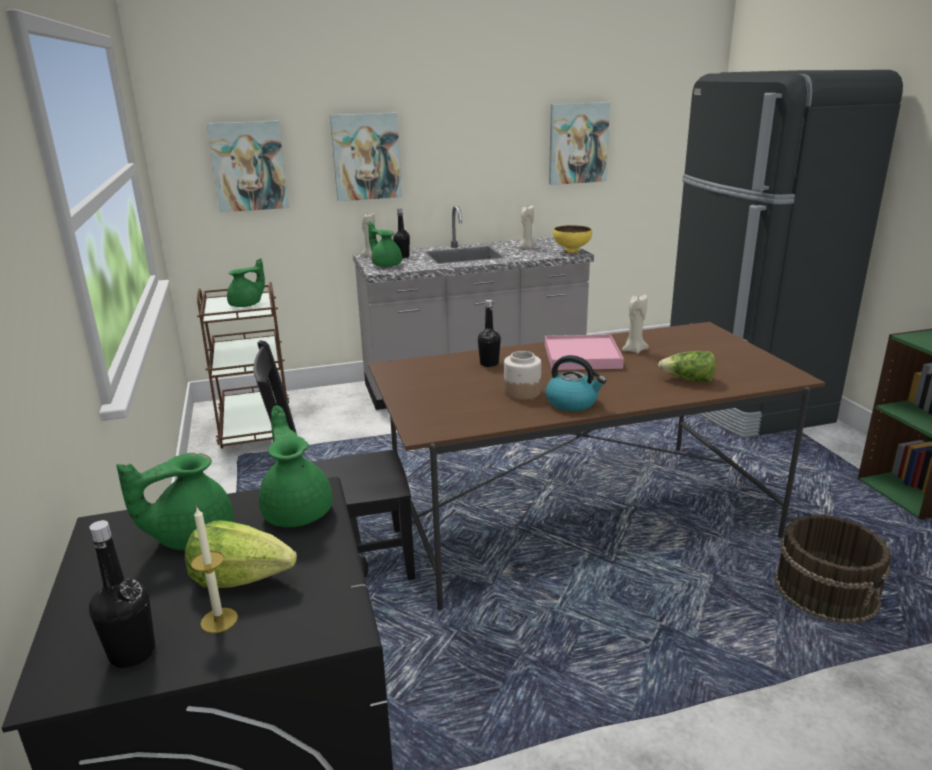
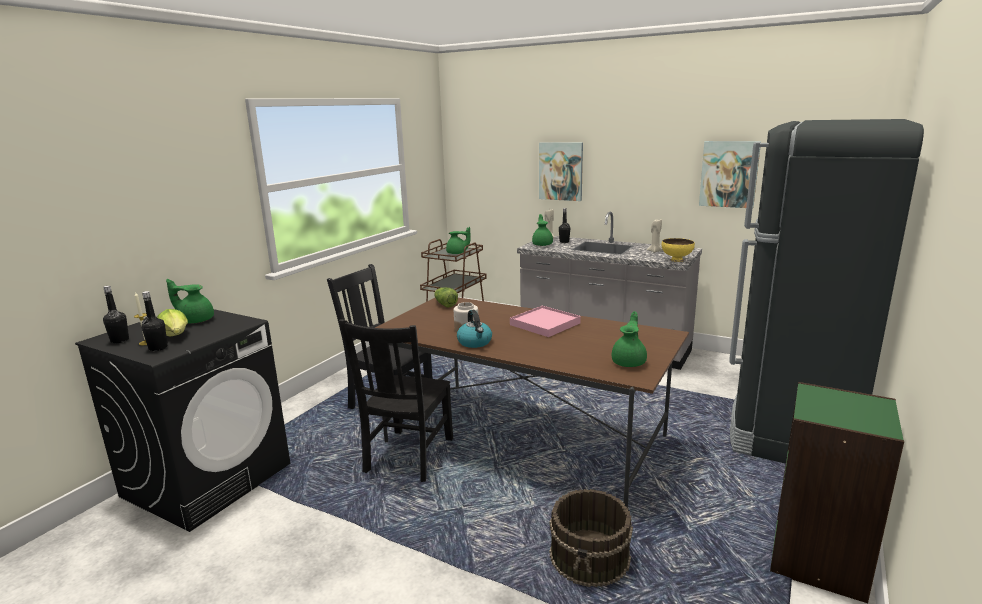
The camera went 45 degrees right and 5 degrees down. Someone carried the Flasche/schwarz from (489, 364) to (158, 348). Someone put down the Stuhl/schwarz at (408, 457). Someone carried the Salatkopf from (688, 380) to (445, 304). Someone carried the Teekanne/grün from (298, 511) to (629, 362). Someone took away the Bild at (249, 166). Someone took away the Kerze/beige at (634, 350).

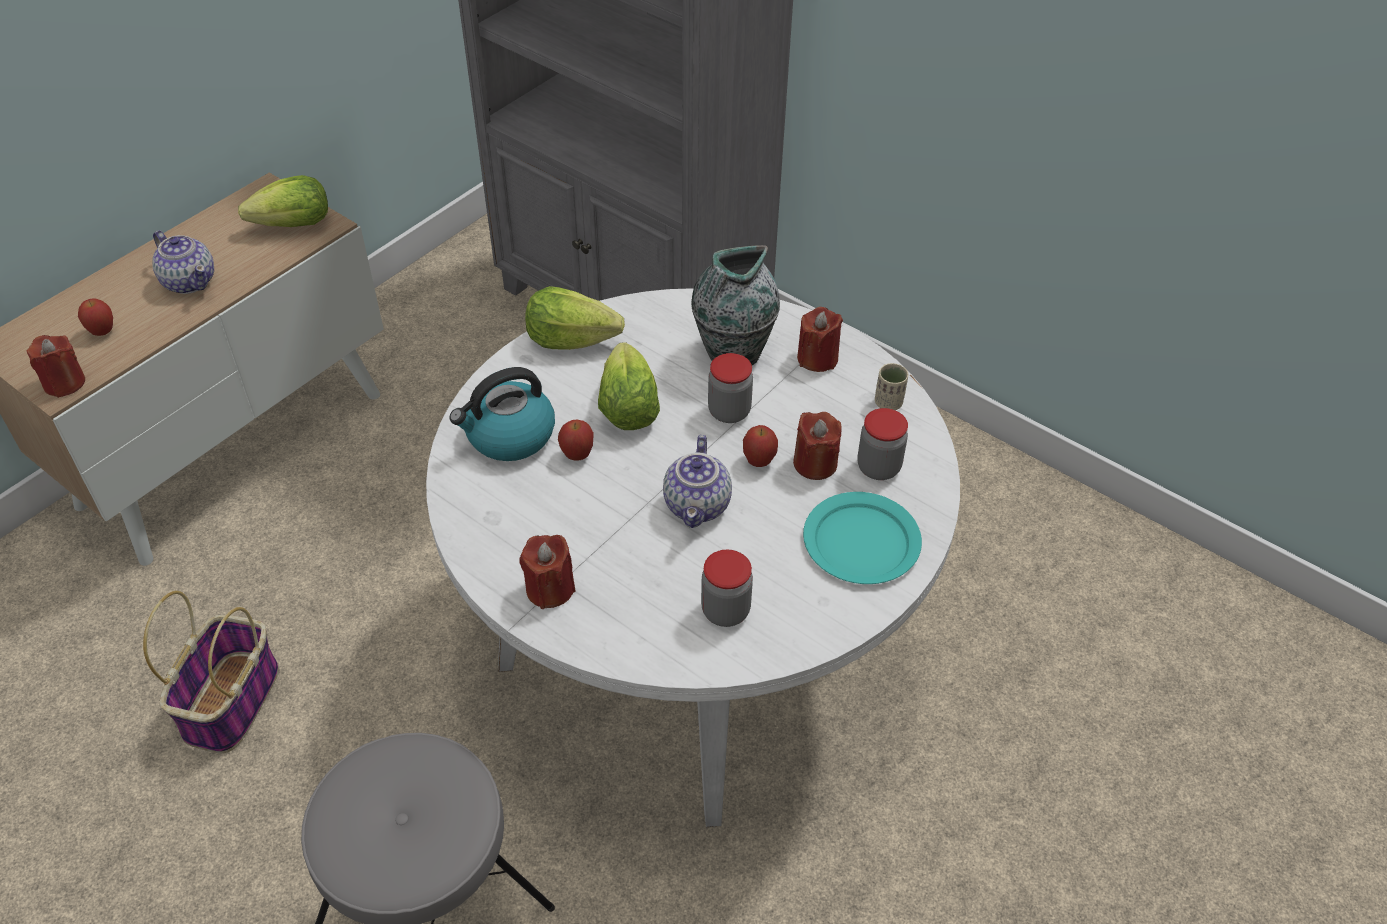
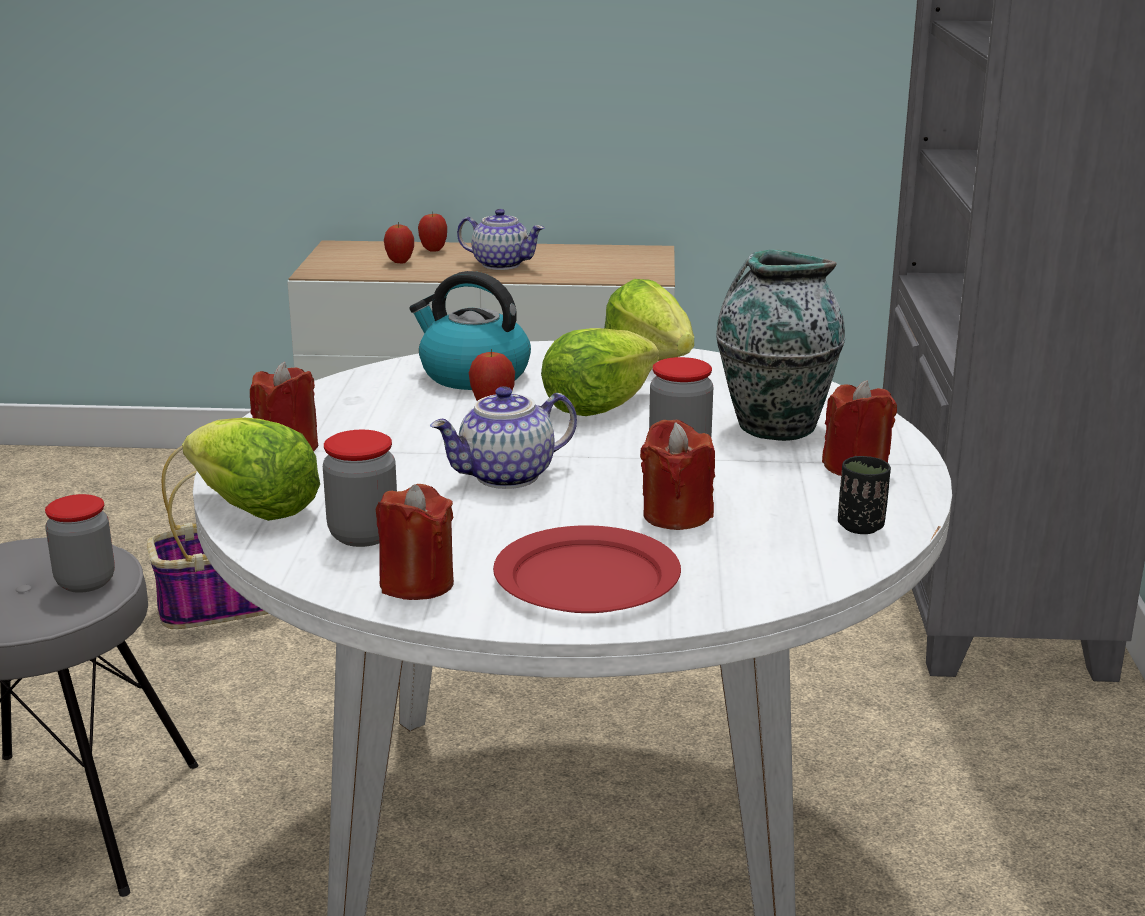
The camera went 55 degrees right and 25 degrees down. Someone carried the Vorratsglas from (878, 467) to (85, 582). Someone carried the Salatkopf from (294, 225) to (254, 510). Someone carried the Kerze/rot from (64, 383) to (417, 583). Someone carried the Apfel from (759, 461) to (433, 250). Someone rotated the Teekanne at (189, 281) by 75 degrees counterclockwise. Someone repainted the Teller/türkis at (860, 541), which became the Teller/rot at (587, 578). Someone repainted the Tasse/beige at (888, 403), which became the Tasse/schwarz at (861, 527).

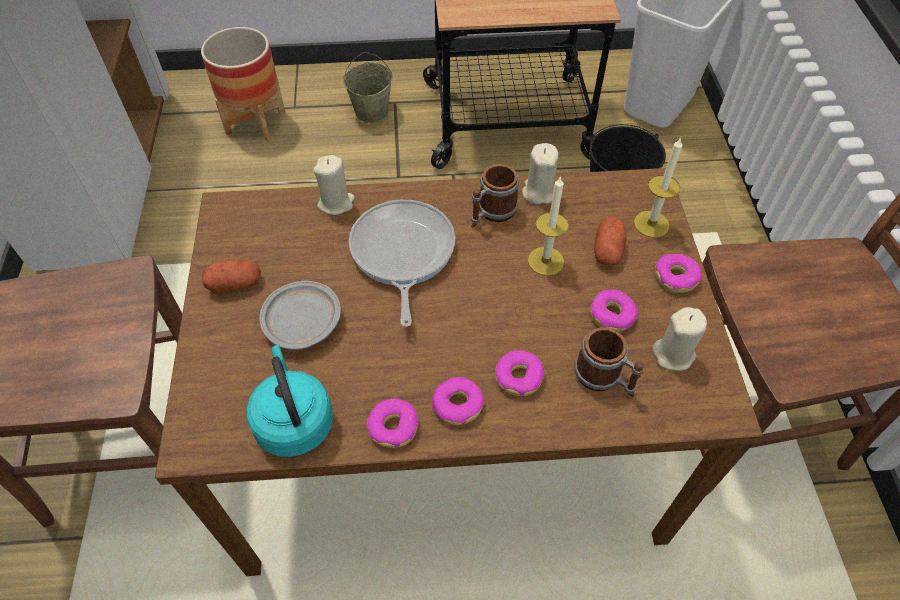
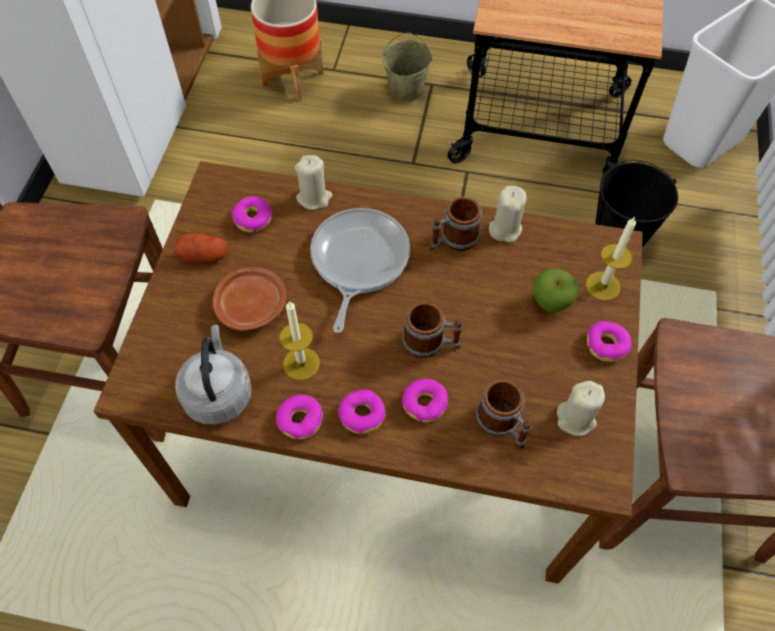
The camera went 15 degrees right and 5 degrees up. Someone repainted the Wasserkessel/türkis at (294, 421), which became the Wasserkessel/grau at (218, 392). Someone repainted the Teller/grau at (303, 322), which became the Teller/braun at (251, 305). Someone carried the Donut from (612, 315) to (253, 219). Someone carried the Kerze from (545, 261) to (301, 363). Someone put down the Henkelbecher at (431, 343). Someone swapped the Kartoffel at (607, 250) for the Apfel at (550, 302).

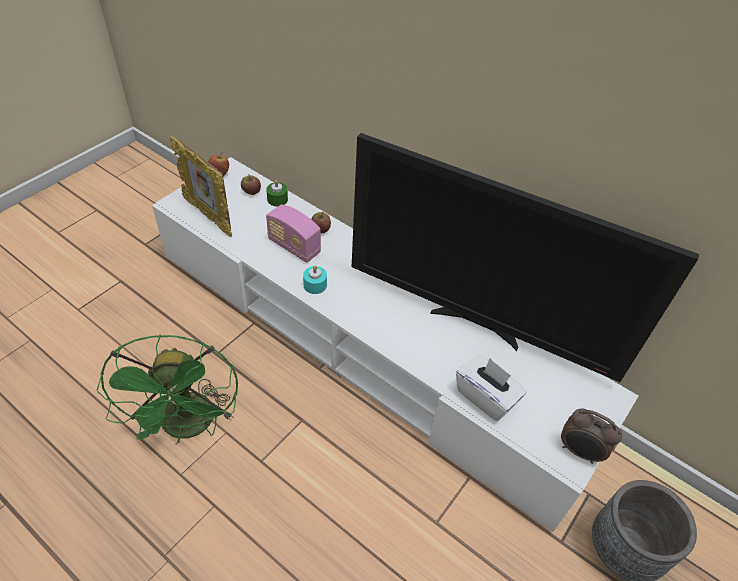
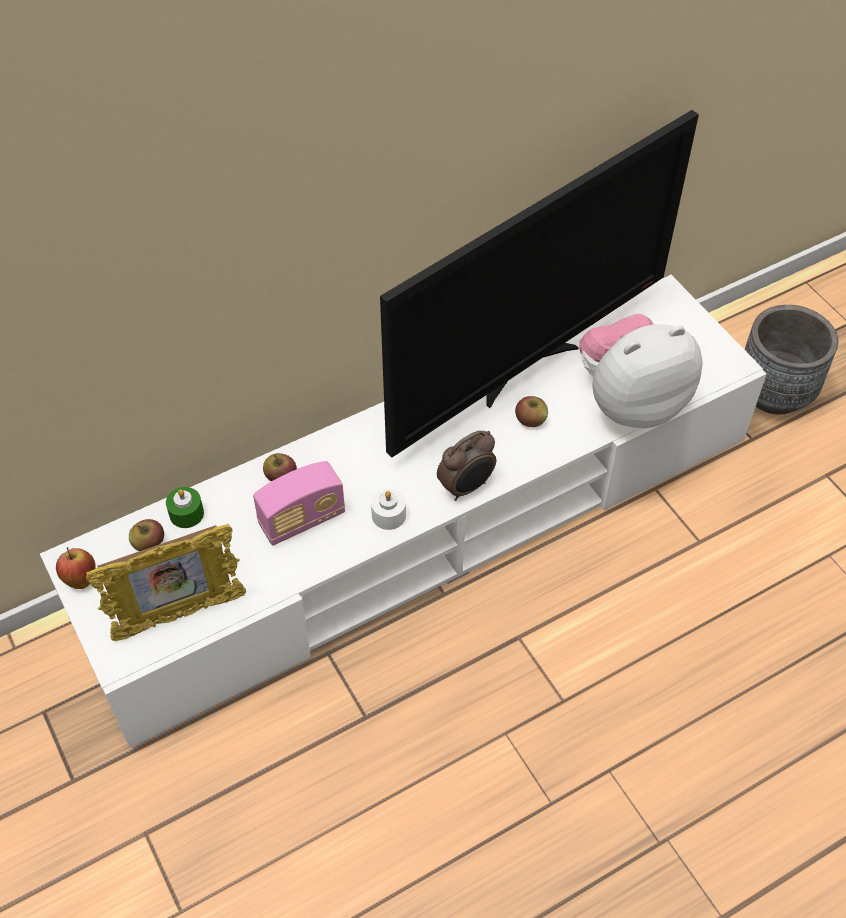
The camera went 65 degrees left and 5 degrees up. Someone repainted the Kerze/türkis at (315, 285), which became the Kerze/weiß at (388, 515). Someone carried the Wecker from (579, 451) to (467, 487). Someone put down the Apfel at (530, 420). Someone swapped the Taschentuchbox/weiß at (486, 397) for the Plüschtier at (630, 402). Someone took away the Ventilator/grün at (189, 427).

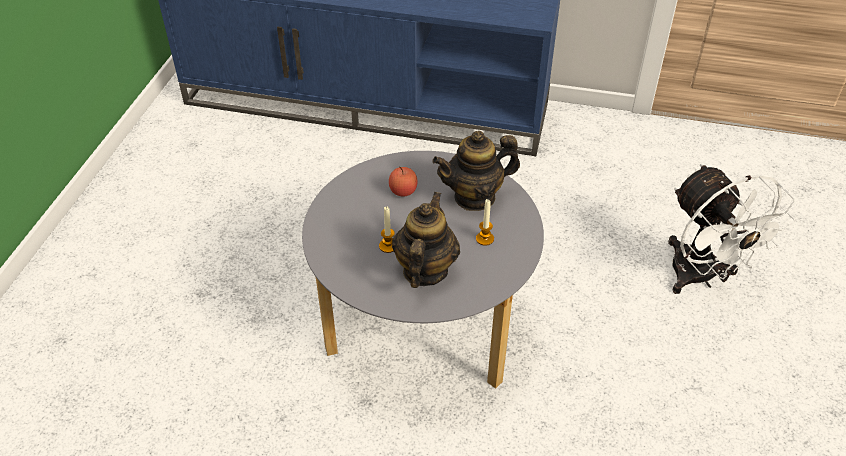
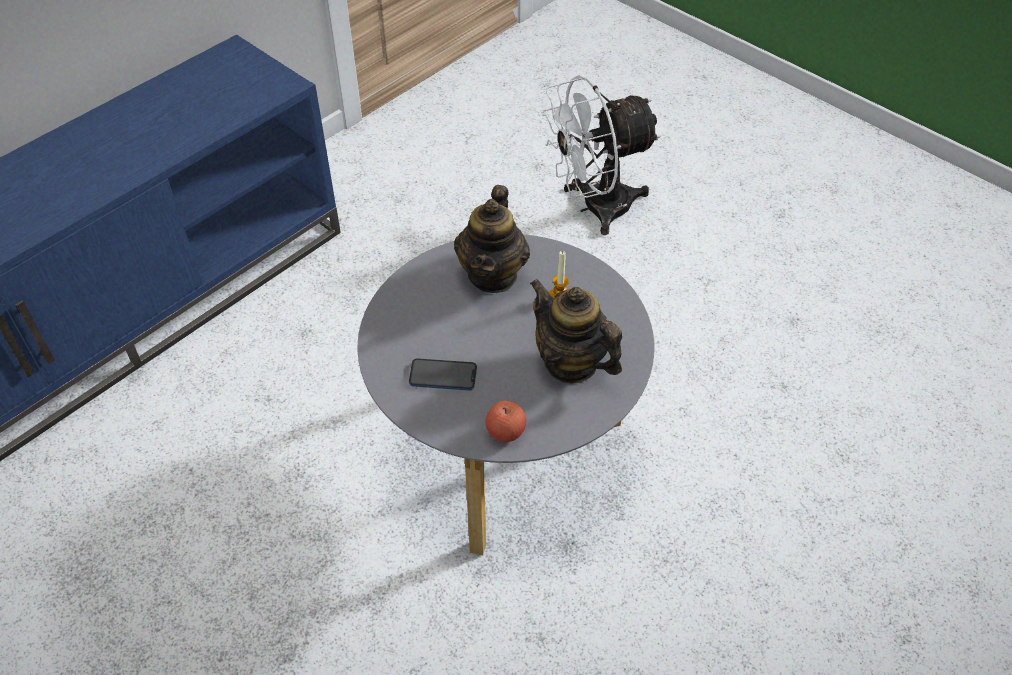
The camera went 60 degrees left and 5 degrees up. Someone put down the Handy at (443, 376). Someone carried the Apfel from (403, 191) to (505, 431). Someone rotated the Ventilator/weiß at (701, 278) by 150 degrees clockwise. Someone took away the Kerze at (388, 246).

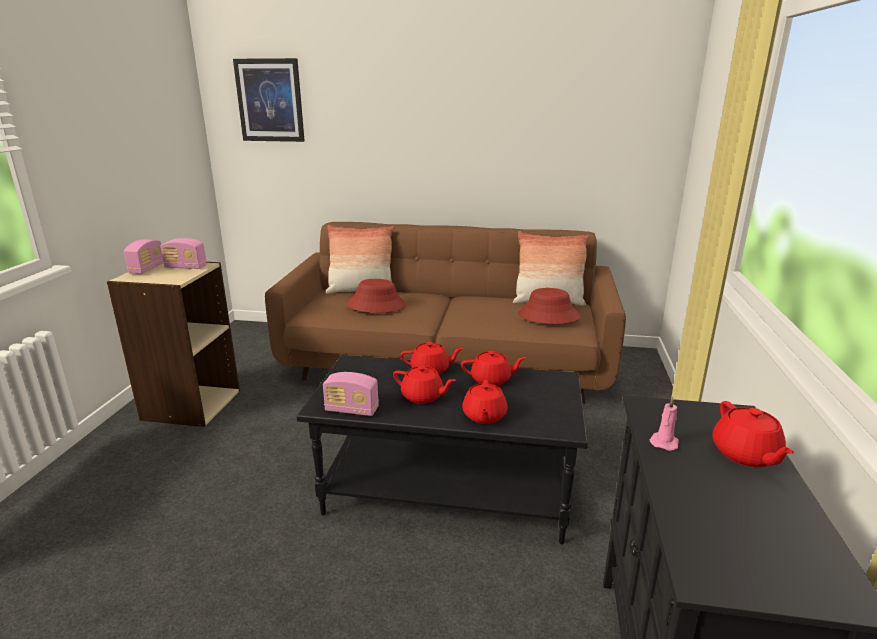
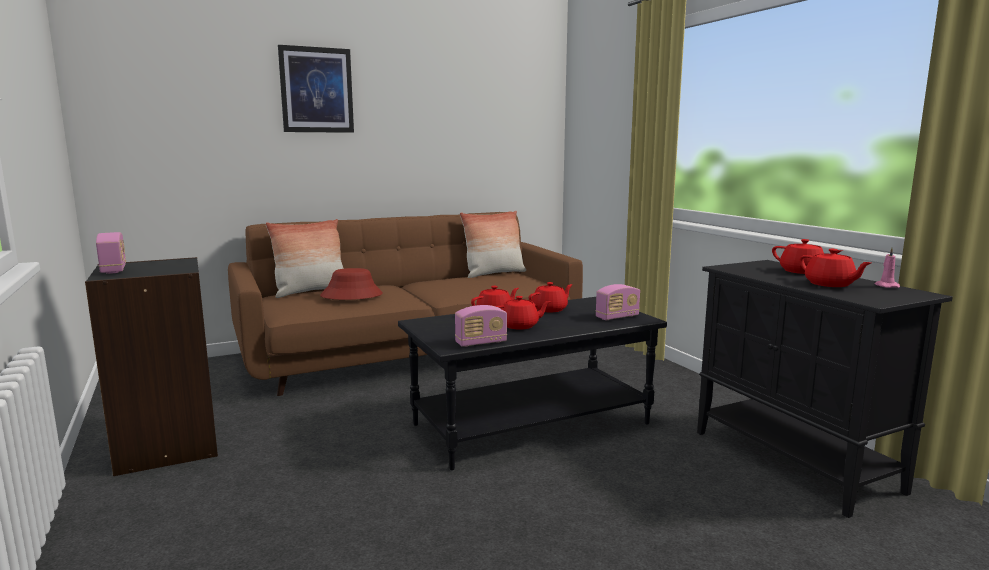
The camera went 35 degrees left and 10 degrees down. Someone repainted the Bücherregal/beige at (190, 404), which became the Bücherregal/schwarz at (166, 446). Someone carried the Bild from (270, 100) to (316, 90). Someone carried the Radio from (186, 267) to (617, 317). Someone carried the Teekanne/rot from (484, 416) to (830, 284). Someone carried the Kerze/rosa from (664, 442) to (885, 286). Someone took away the Hut/rot at (548, 316).

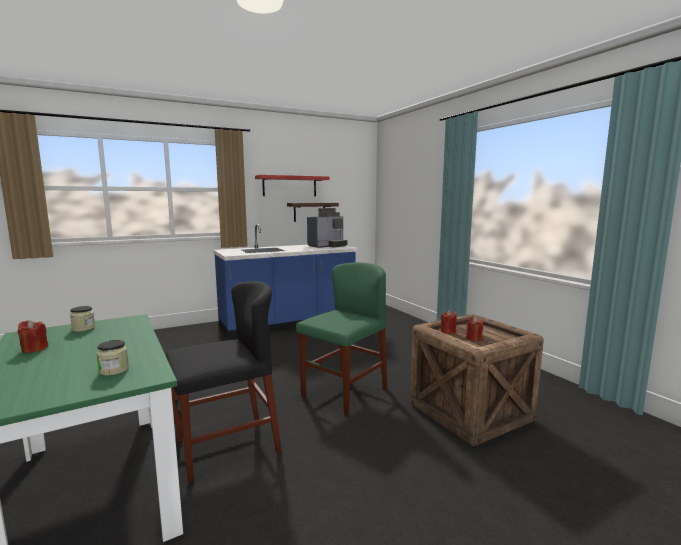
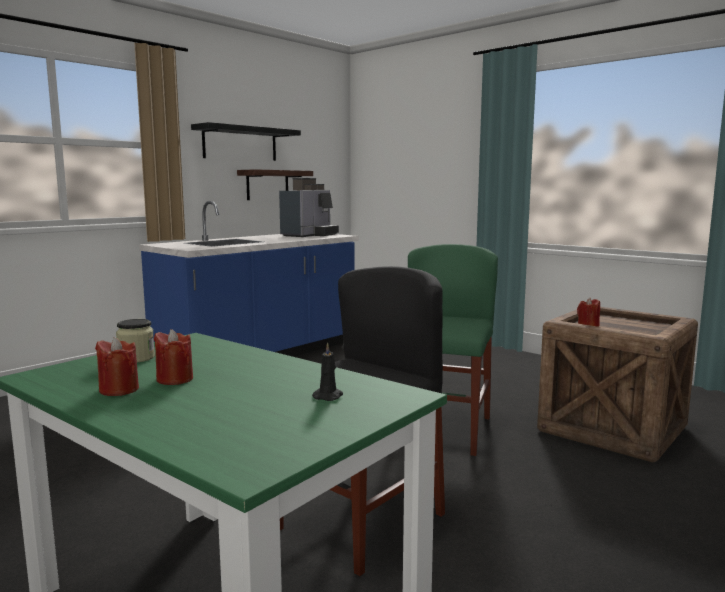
The camera went 20 degrees left and 0 degrees up. Someone carried the Kerze/rot from (473, 338) to (175, 379). Someone repainted the Wandregal/rot at (289, 186), which became the Wandregal/schwarz at (240, 144). Someone swapped the Vorratsglas at (114, 370) for the Kerze/schwarz at (328, 396).

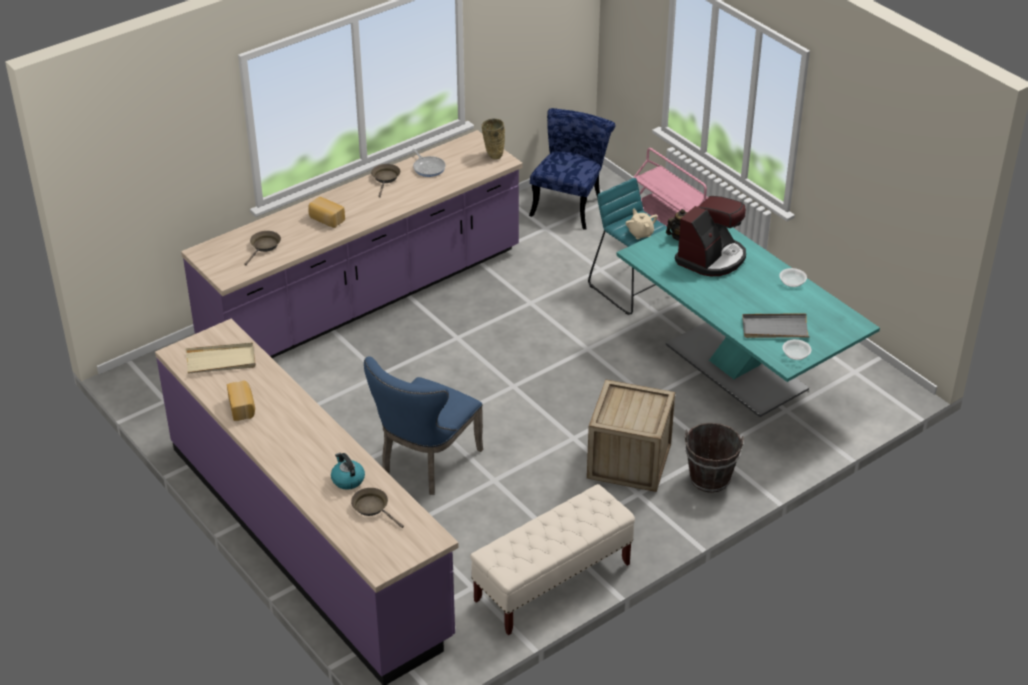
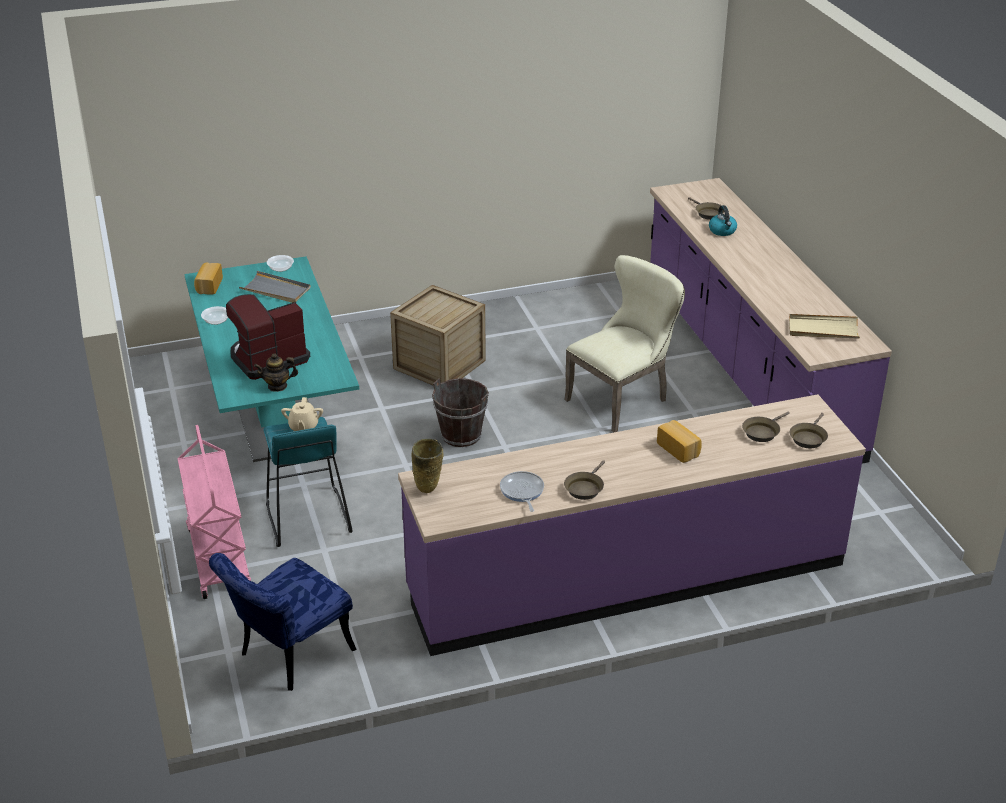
The camera went 160 degrees left and 5 degrees down. Someone carried the Brot from (242, 407) to (208, 286). Someone carried the Eimer/braun from (709, 479) to (461, 435). Someone repainted the Stuhl/blau at (426, 464), which became the Stuhl/beige at (622, 399). Someone put down the Pfanne/braun at (808, 438). Someone took away the Bank/beige at (552, 583).

